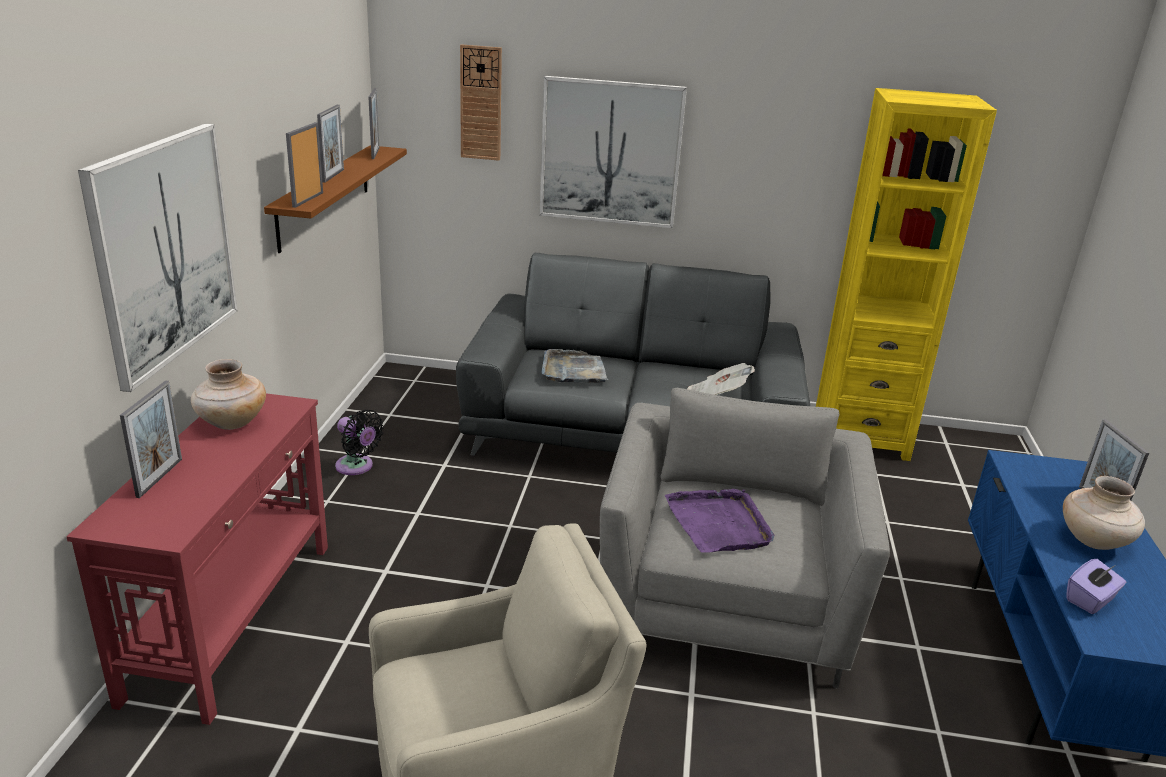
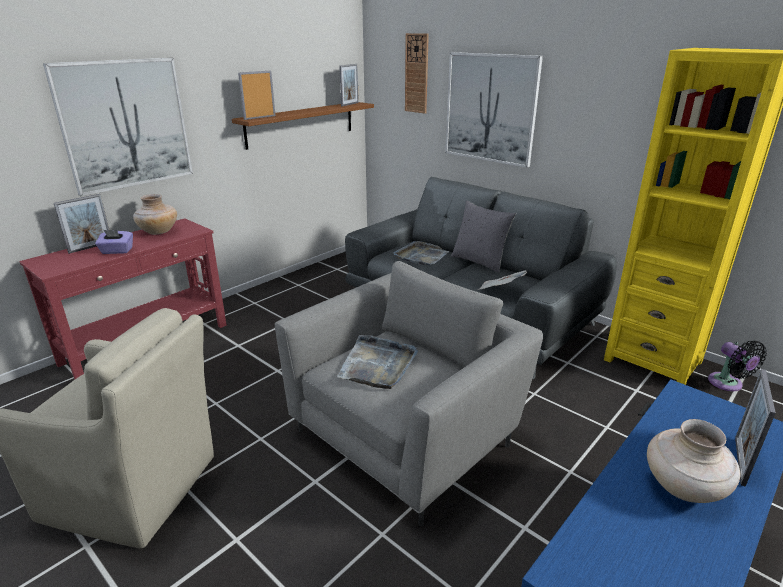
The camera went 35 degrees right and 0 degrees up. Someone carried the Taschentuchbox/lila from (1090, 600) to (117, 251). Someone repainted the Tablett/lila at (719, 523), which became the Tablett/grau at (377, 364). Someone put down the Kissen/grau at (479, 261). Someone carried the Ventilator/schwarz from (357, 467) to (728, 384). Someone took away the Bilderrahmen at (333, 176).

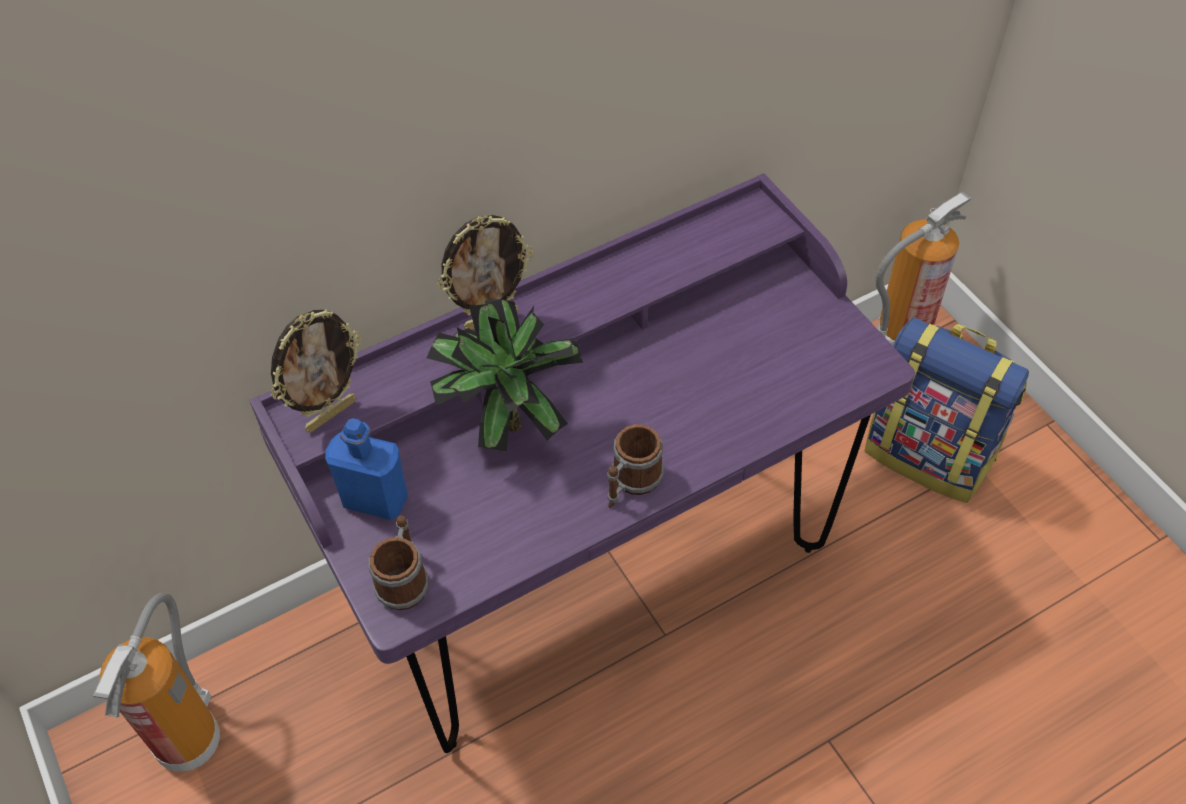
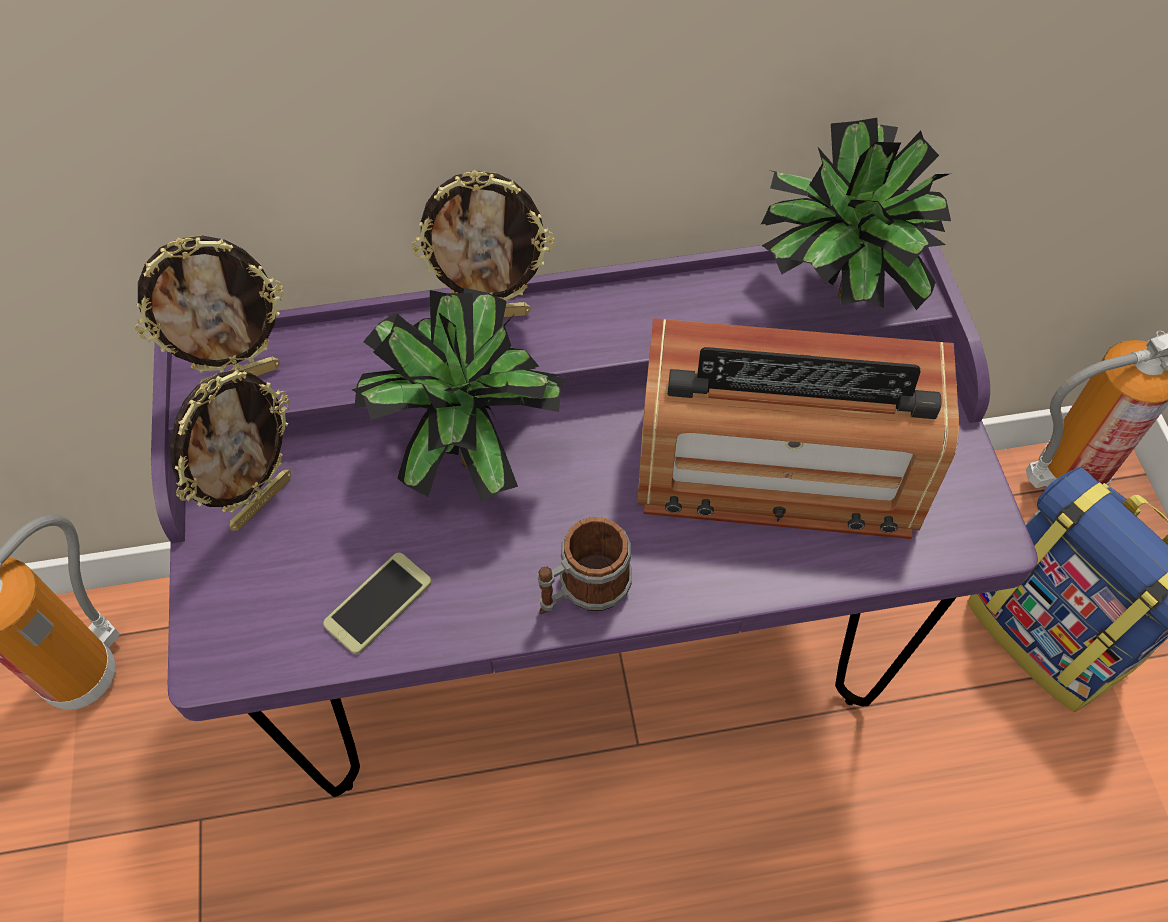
The camera went 20 degrees right and 5 degrees up. Someone swapped the Flasche/blau at (375, 500) for the Bilderrahmen at (261, 501). Someone put down the Handy at (378, 603). Someone put down the Radio at (777, 469). Someone put down the Topfpflanze at (833, 299). Someone took away the Henkelbecher at (404, 579).

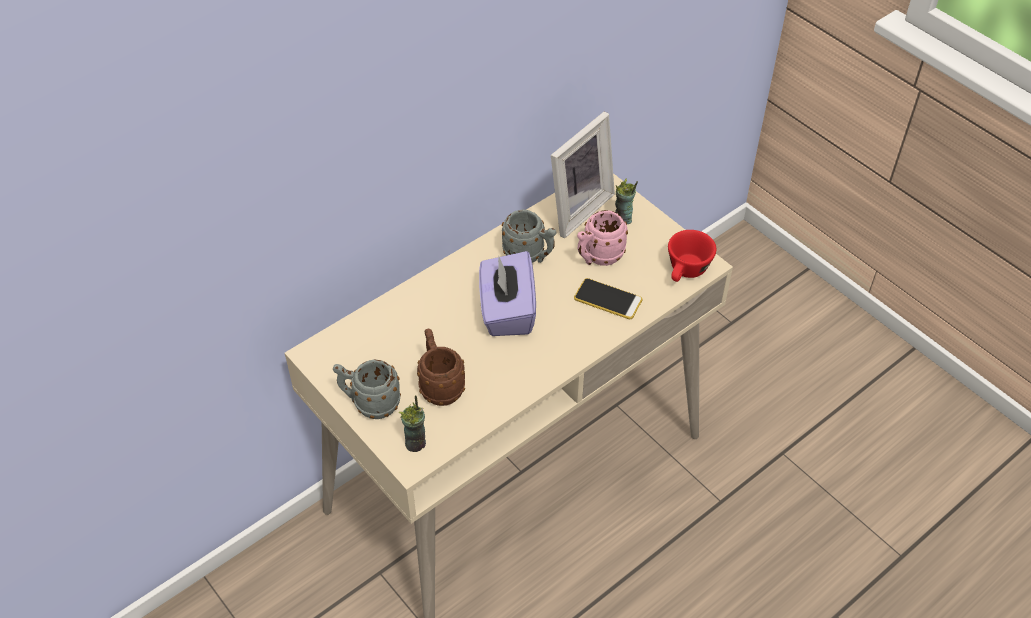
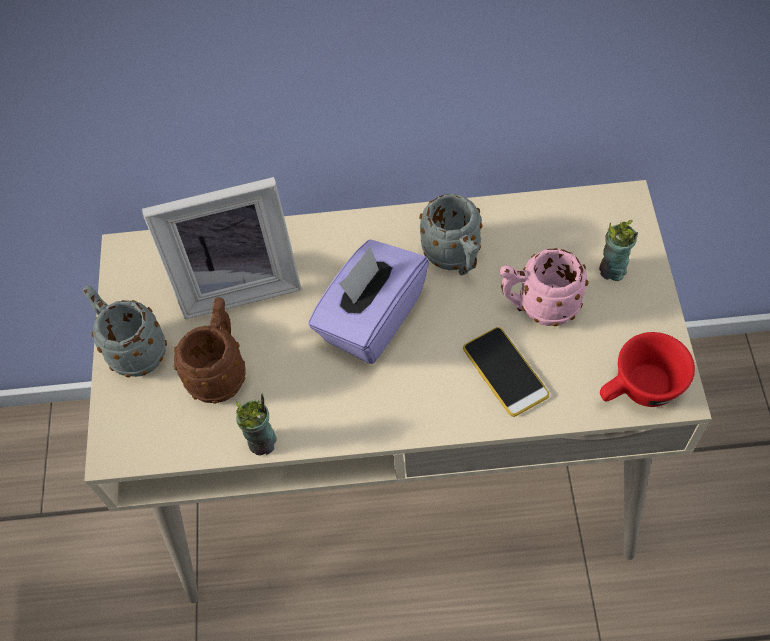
The camera went 40 degrees right and 10 degrees up. Someone carried the Bilderrahmen from (575, 208) to (238, 283). Someone carried the Tasse from (416, 443) to (263, 442).

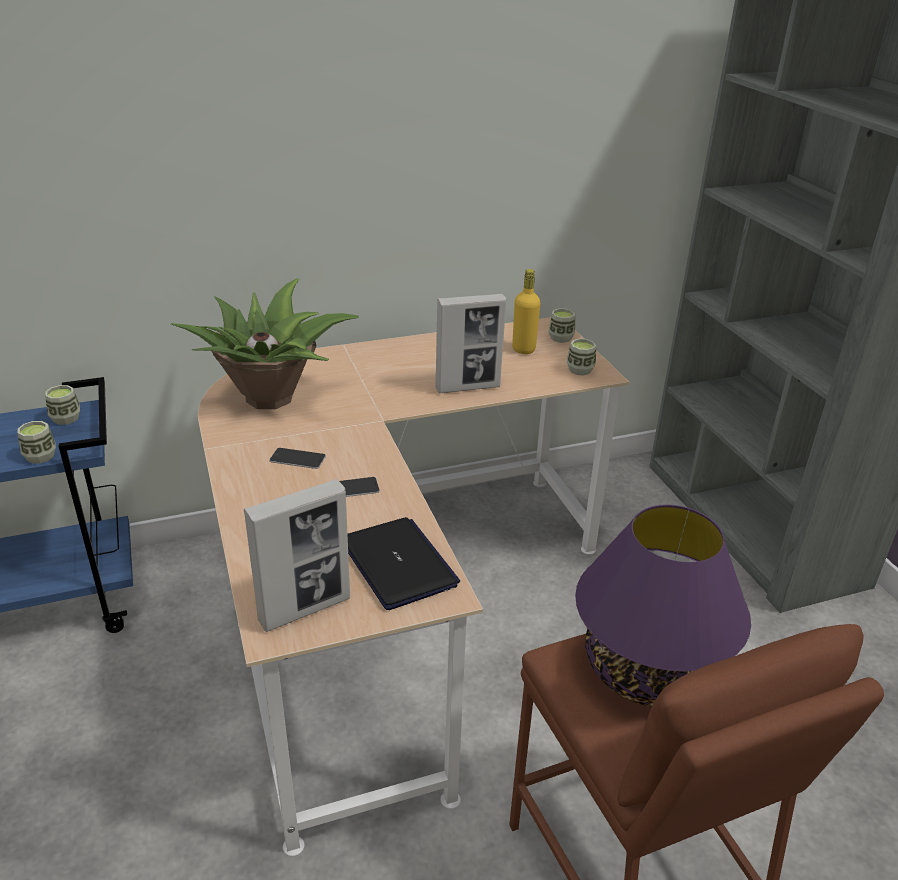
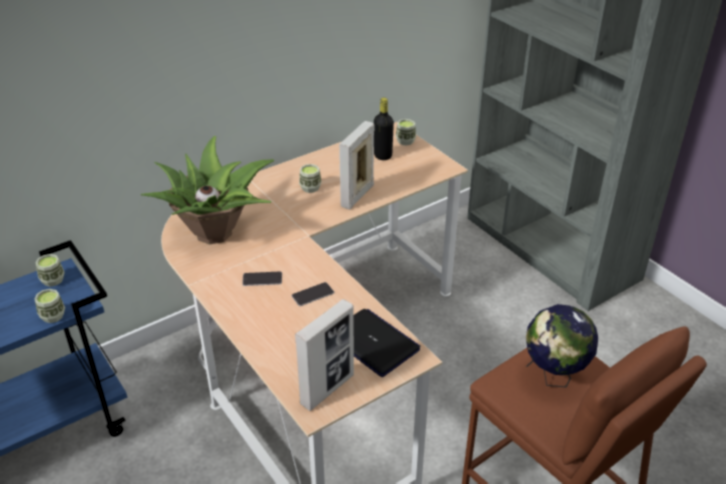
The camera went 15 degrees left and 5 degrees up. Someone carried the Tasse from (580, 370) to (310, 188). Someone rotated the Bilderrahmen at (468, 387) by 150 degrees clockwise. Someone repainted the Flasche/gelb at (523, 349), which became the Flasche/schwarz at (383, 156). Someone swapped the Tischlampe/lila at (649, 670) for the Globus at (553, 377).

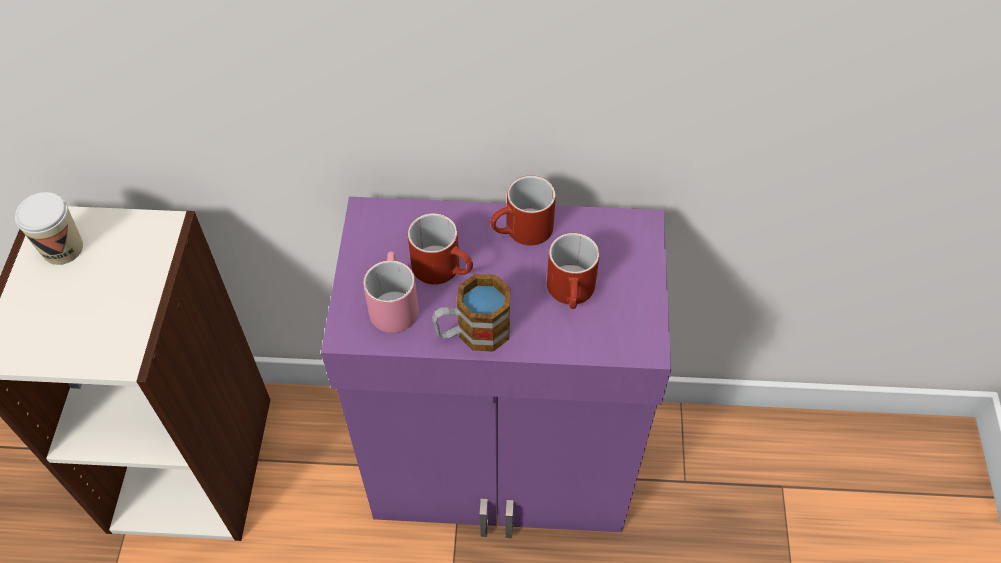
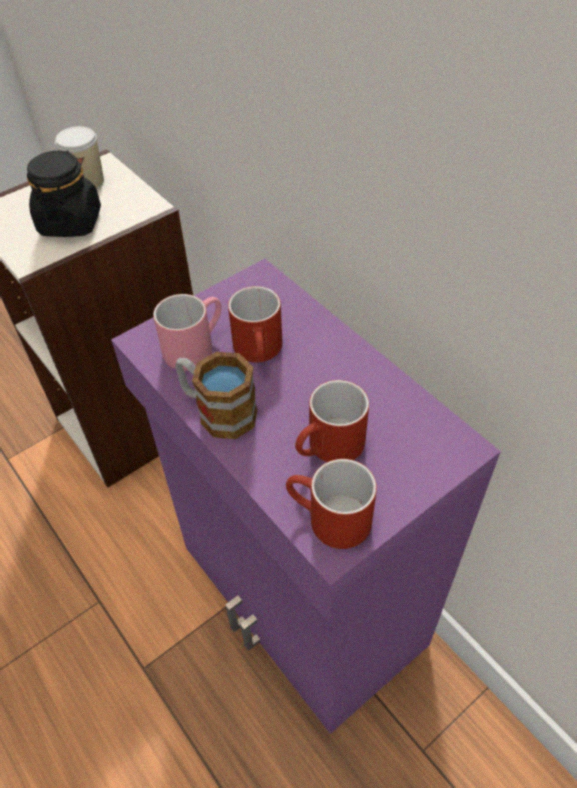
The camera went 50 degrees right and 5 degrees down. Someone put down the Vorratsglas/schwarz at (70, 222). Someone carried the Henkelbecher/rot from (522, 232) to (328, 520).

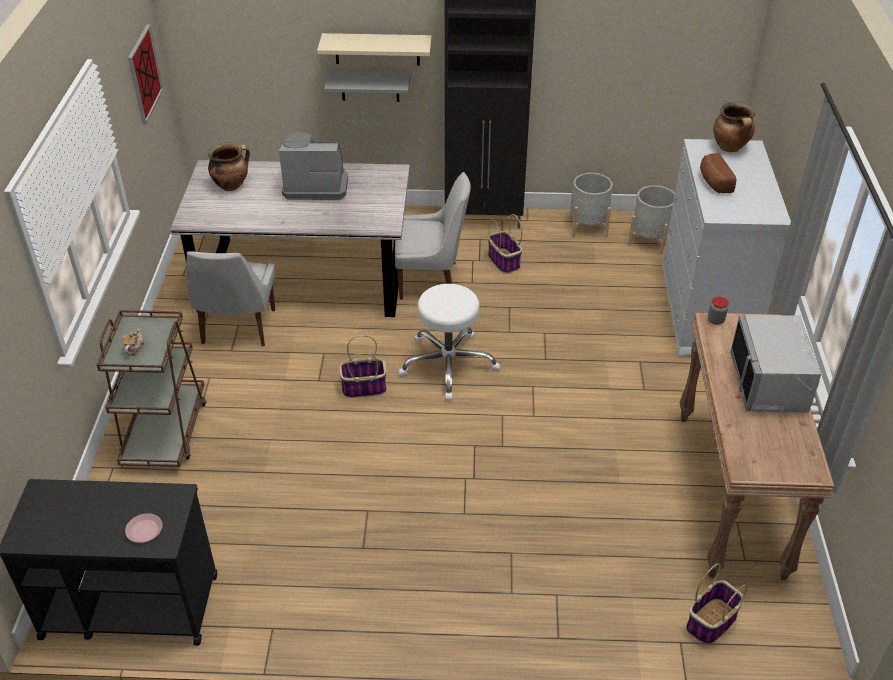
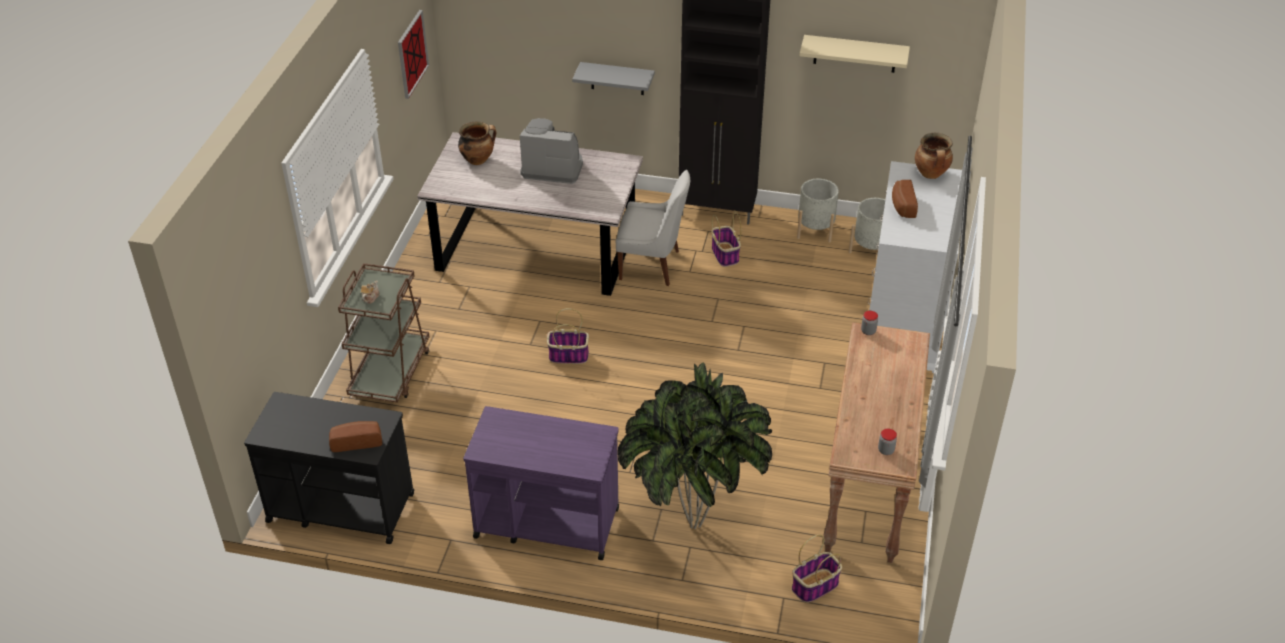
The camera went 10 degrees right and 0 degrees up. Someone swapped the Teller/rosa at (145, 530) for the Brot at (356, 441). Someone put down the Rollwagen/lila at (545, 522). Someone put down the Topfpflanze at (692, 523). Someone carried the Wandregal/beige from (377, 49) to (855, 54). Someone put down the Vorratsglas at (886, 450). Someone took away the Stuhl/weiß at (237, 328). Someone took away the Hocker/weiß at (448, 364). Someone took away the Mikrowelle/grau at (769, 383).

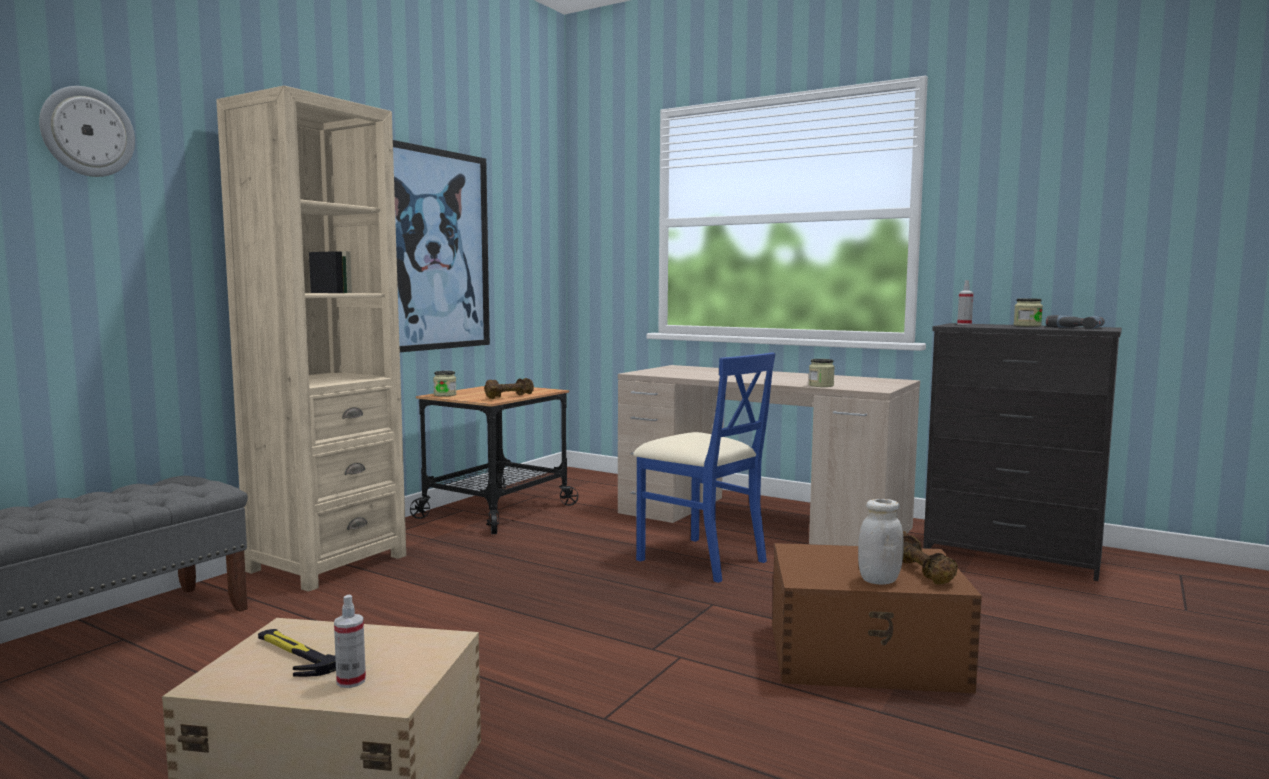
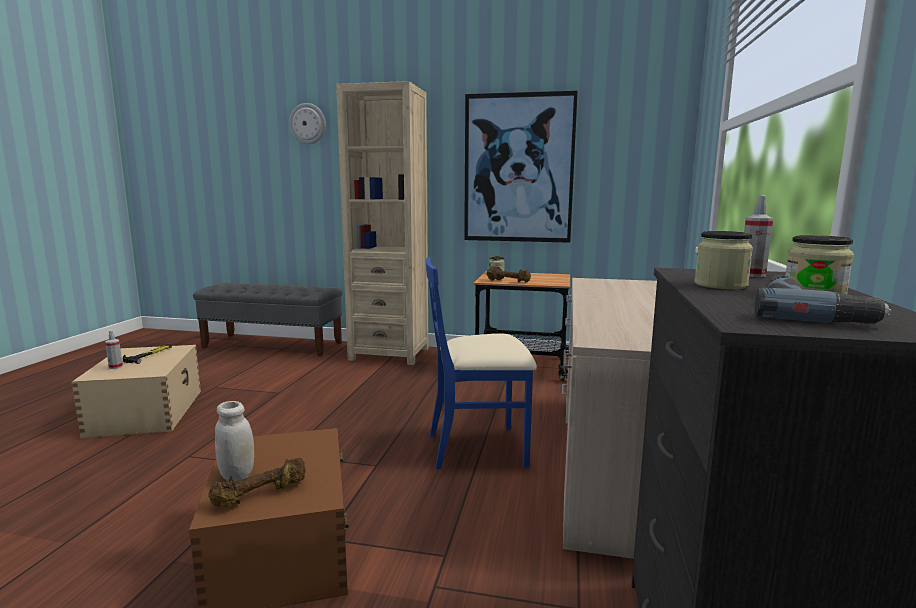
The camera went 70 degrees right and 5 degrees up. Someone rotated the Stuhl/blau at (701, 559) by 60 degrees clockwise. Someone carried the Vorratsglas from (821, 385) to (720, 285).

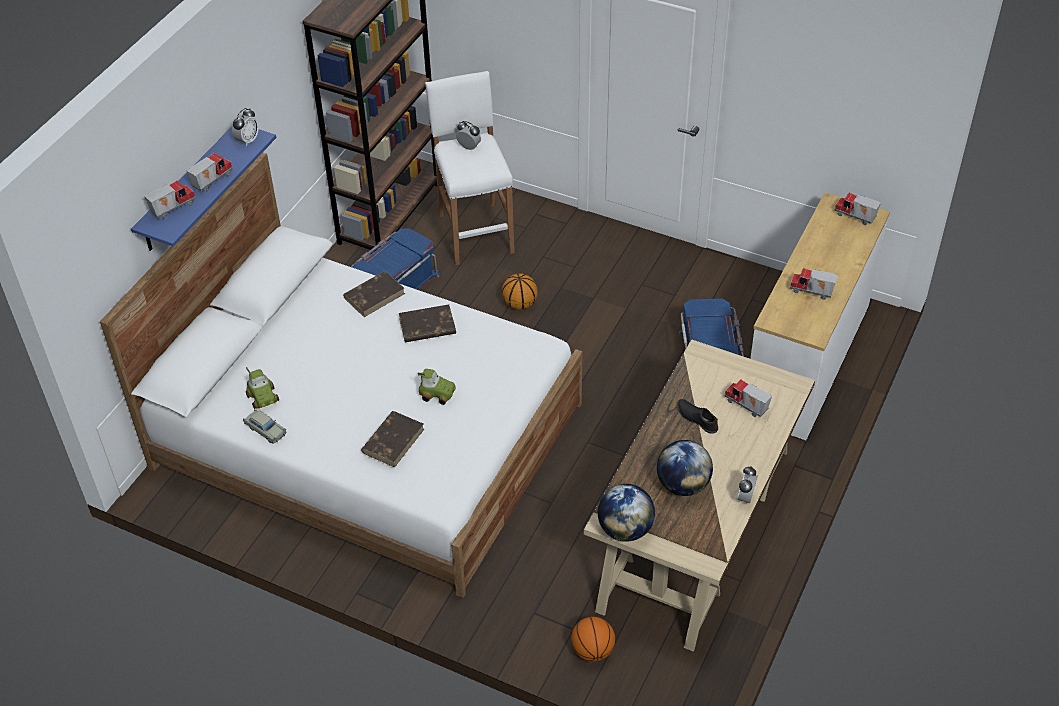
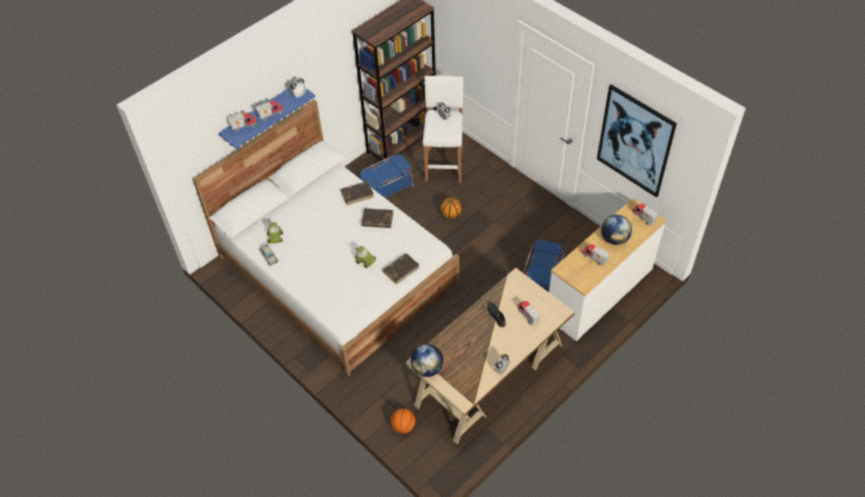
The camera went 20 degrees right and 5 degrees up. Someone carried the Buch/braun from (393, 440) to (401, 269). Someone put up the Bild at (635, 141). Someone carried the Globus from (683, 485) to (614, 239).

